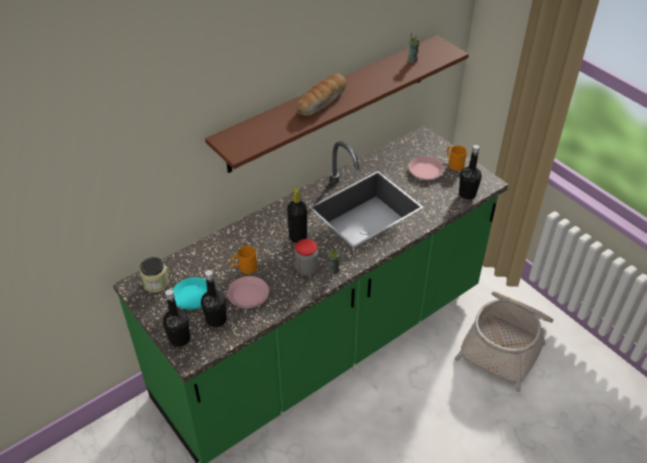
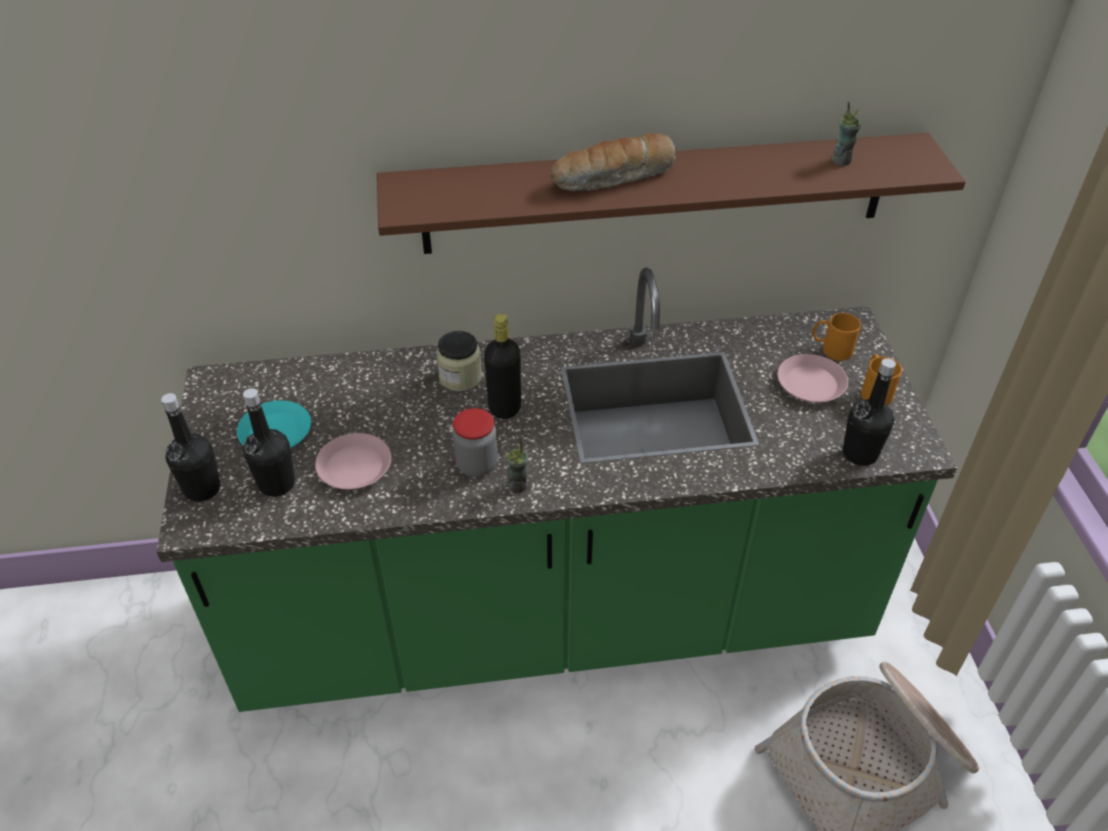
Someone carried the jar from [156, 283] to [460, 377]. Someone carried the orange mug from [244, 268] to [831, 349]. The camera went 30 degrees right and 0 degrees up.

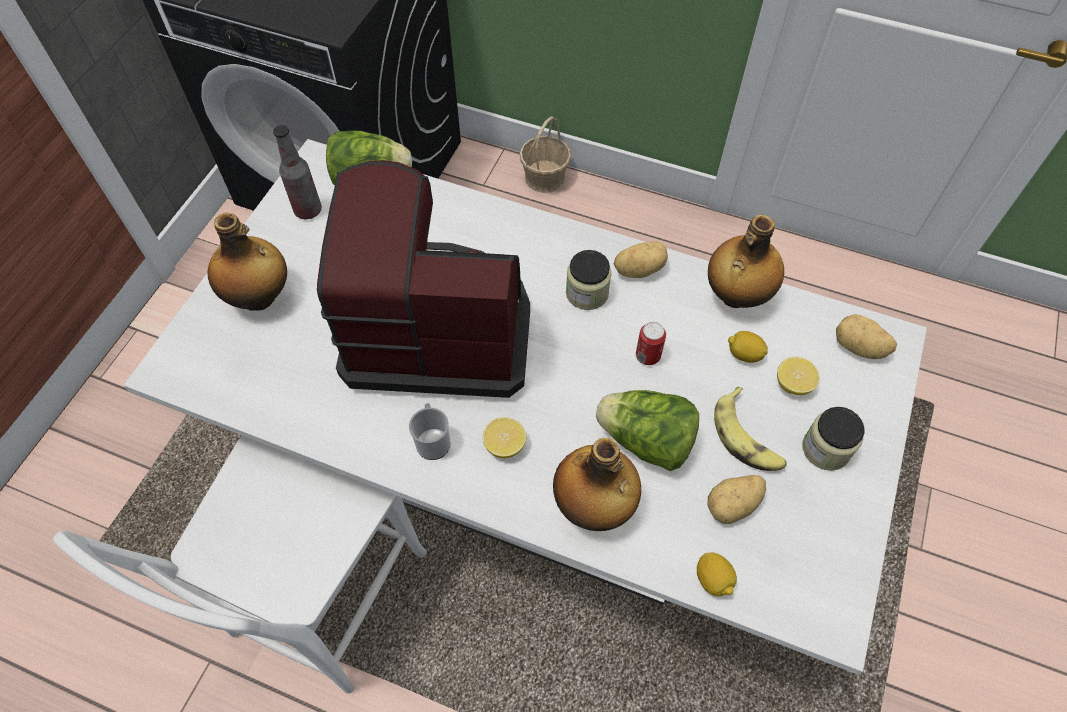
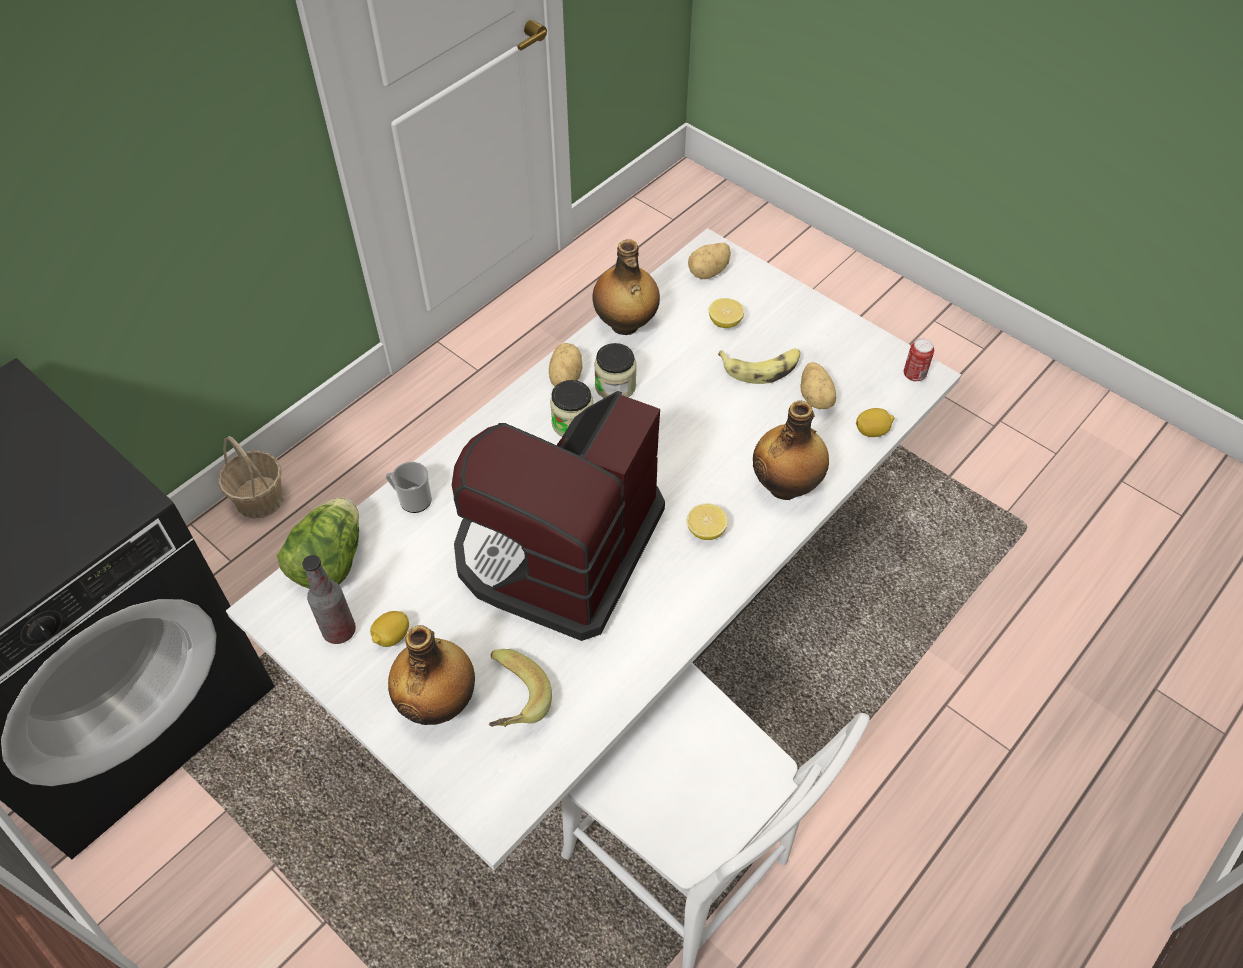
Someone took away the lettuce at [646, 441]. Someone put down the banana at [509, 702]. Someone carried the mug from [433, 440] to [412, 499]. Someone carried the can from [647, 356] to [914, 375]. Someone carried the lemon from [744, 354] to [392, 636]. Someone carried the jar from [825, 449] to [615, 386]. The camera went 70 degrees left and 5 degrees down.

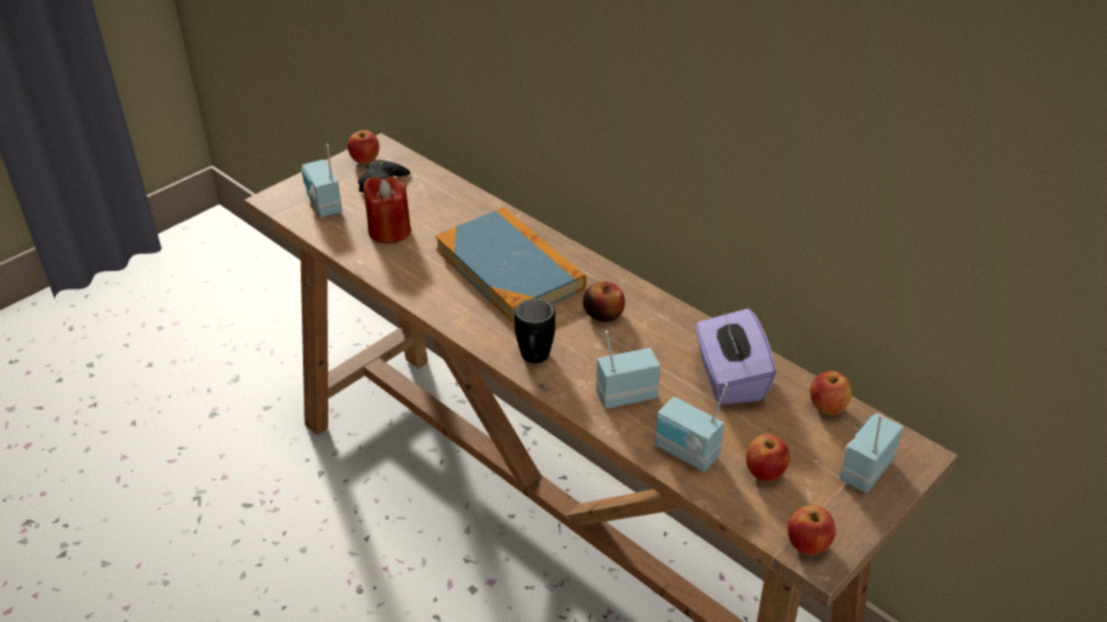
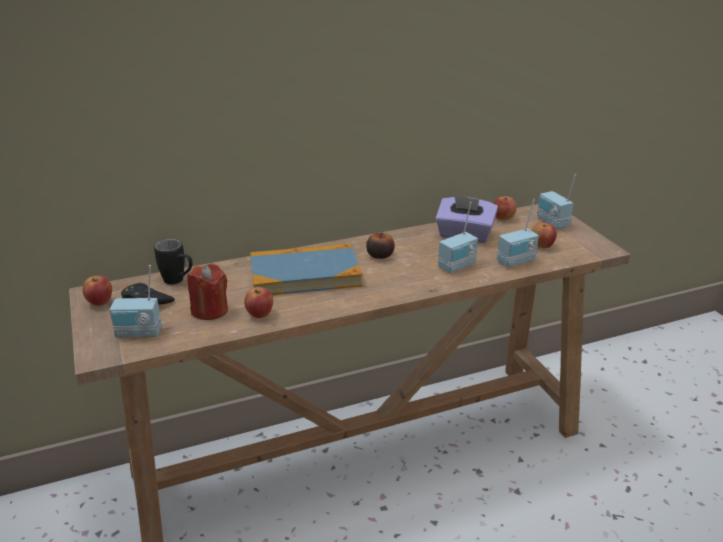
Someone carried the black mug from [534, 361] to [178, 281]. Someone carried the apple from [808, 545] to [260, 314]. Someone rotated the radio at [625, 394] by 135 degrees counterclockwise. The camera went 65 degrees left and 10 degrees down.

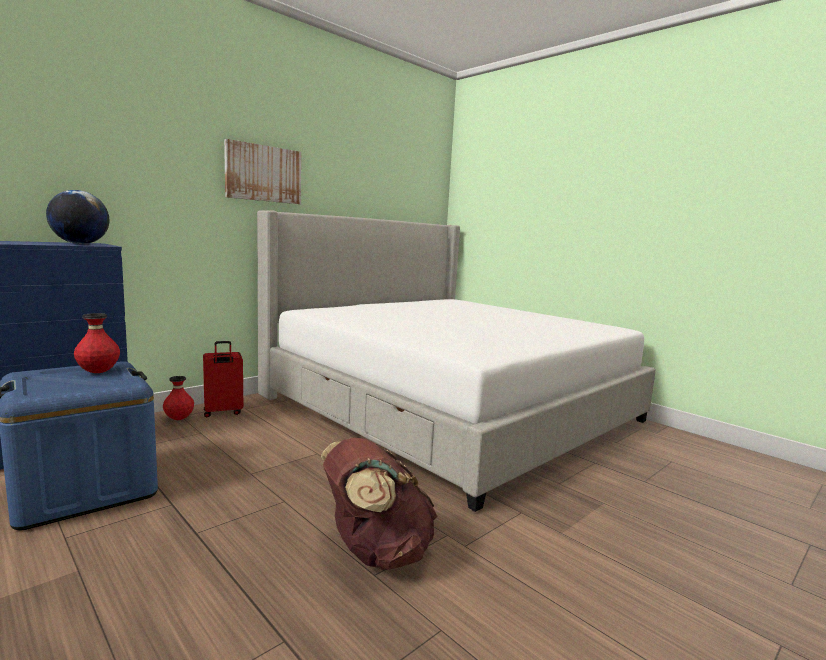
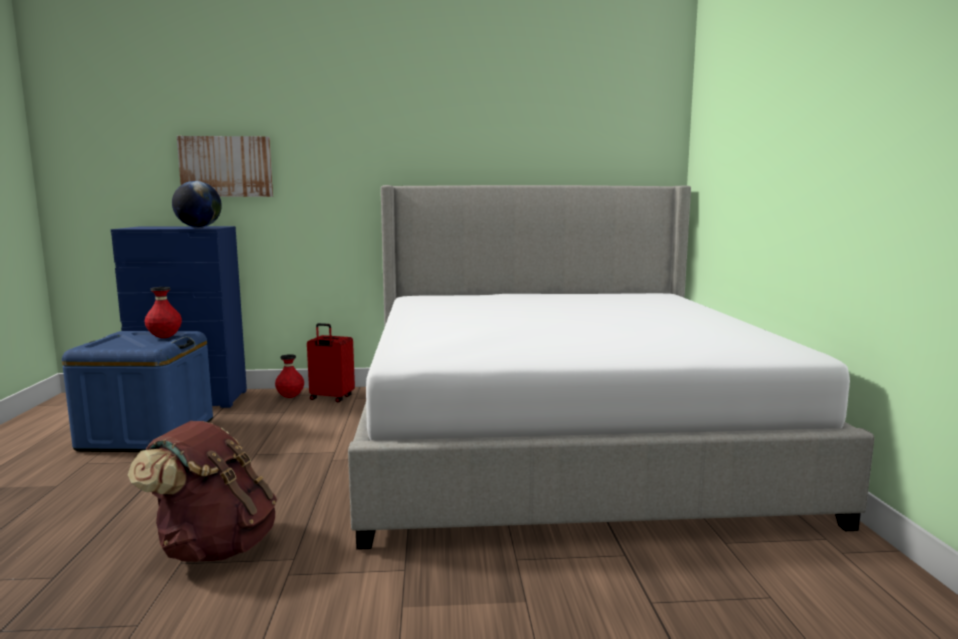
Someone carried the picture from [263, 173] to [226, 166]. The camera went 40 degrees right and 0 degrees up.

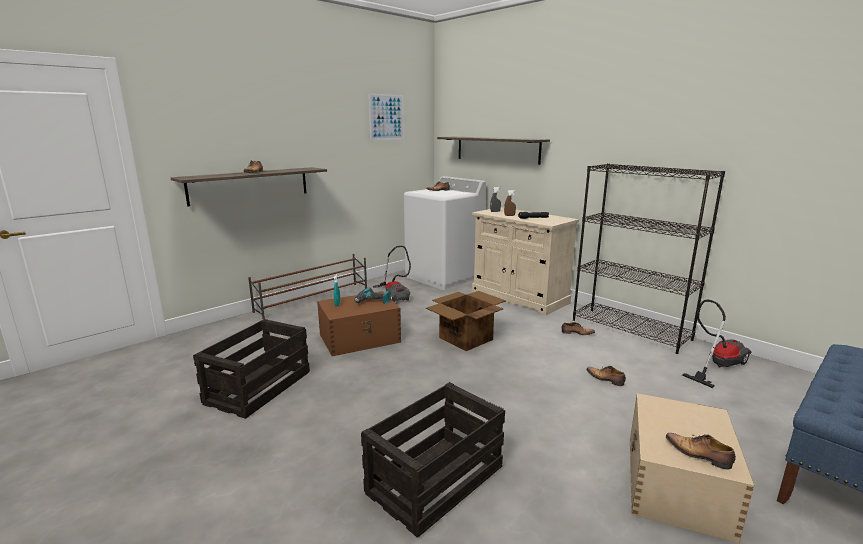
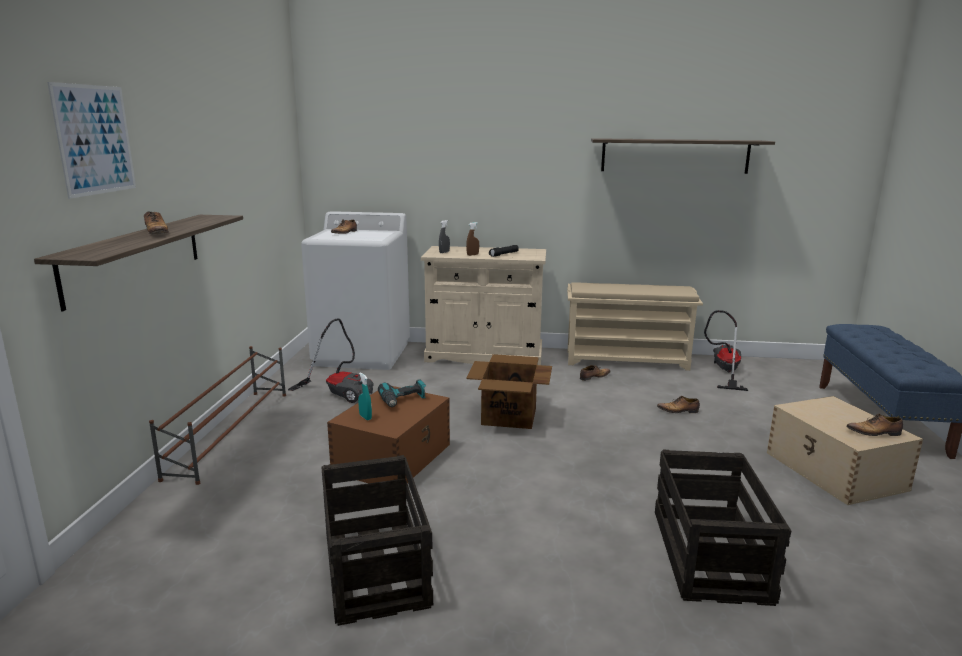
Someone carried the picture from [386, 117] to [95, 140]. Someone carried the shelf from [497, 149] to [674, 156]. Someone swapped the black bookcase at [631, 330] for the beige shoe rack at [627, 360]. The camera went 40 degrees left and 0 degrees up.

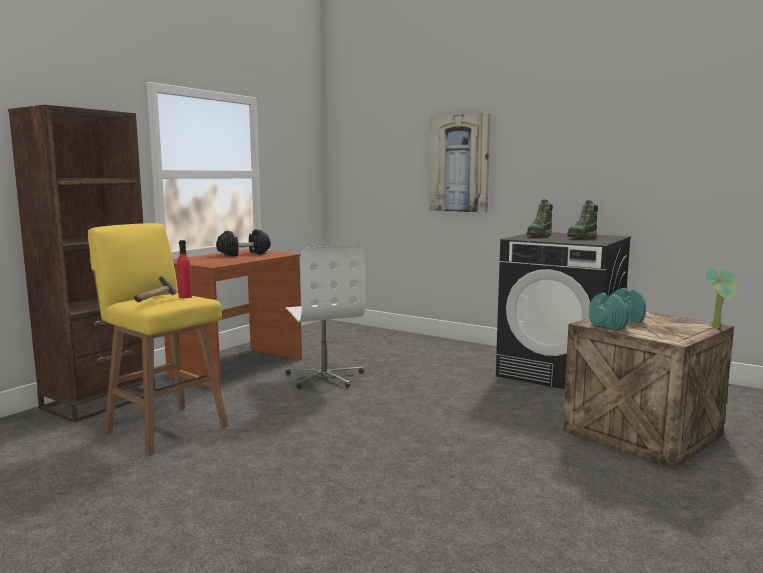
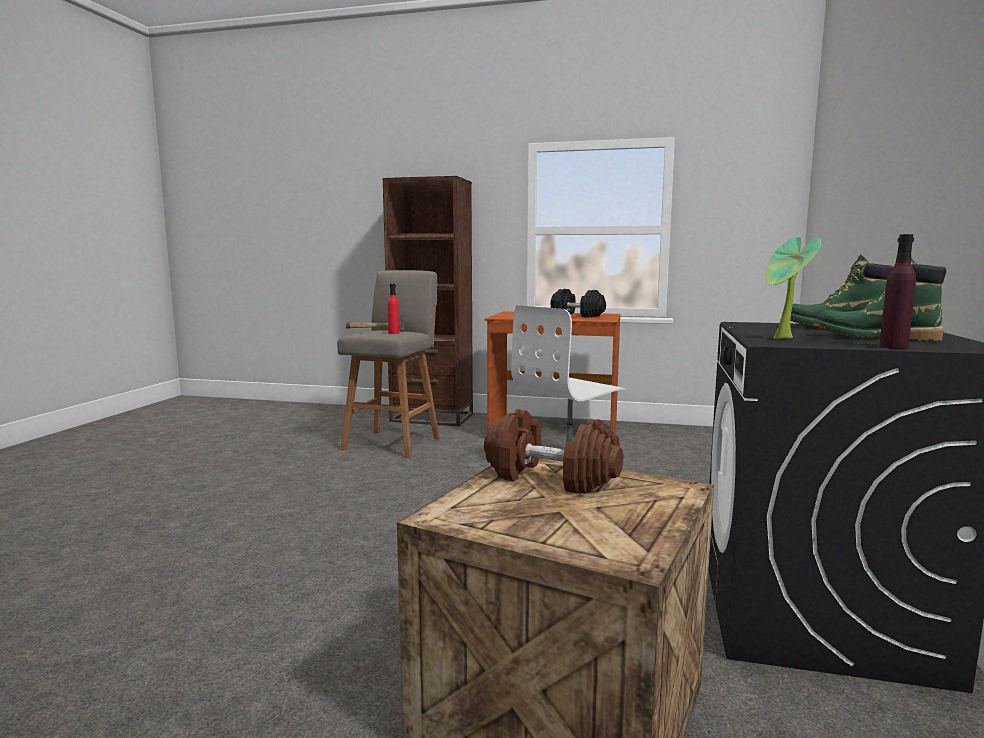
Someone took away the picture at [459, 163]. Someone put down the purple bottle at [893, 347]. Someone carried the potted plant from [718, 327] to [783, 339]. Someone repainted the yellow stool at [164, 428], which became the grey stool at [393, 443]. Someone repainted the turquoise dumbbell at [616, 323], which became the brown dumbbell at [550, 478]. The camera went 70 degrees right and 0 degrees up.

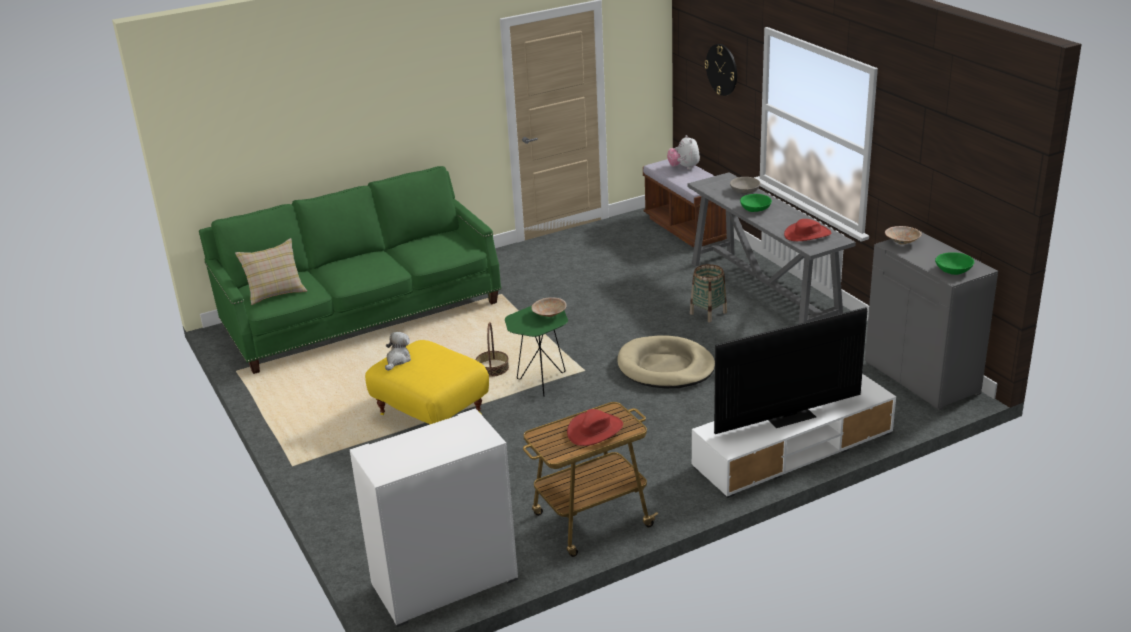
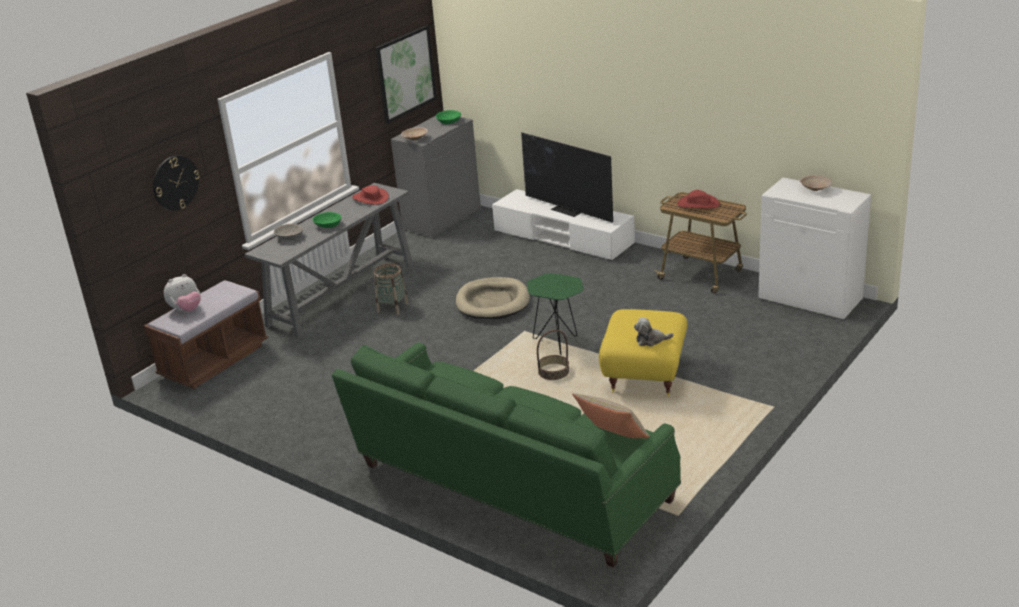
Someone put up the picture at [405, 73]. Someone carried the beige bowl from [549, 315] to [815, 189]. The camera went 115 degrees left and 0 degrees up.

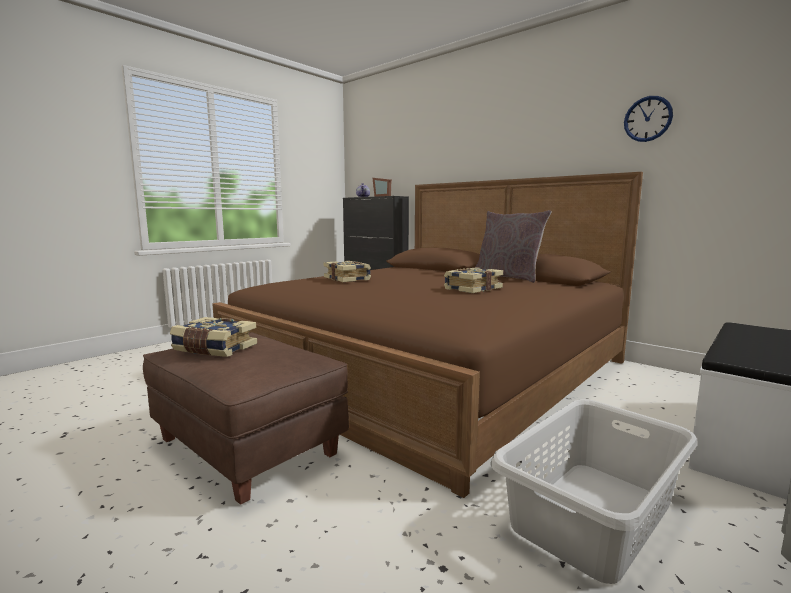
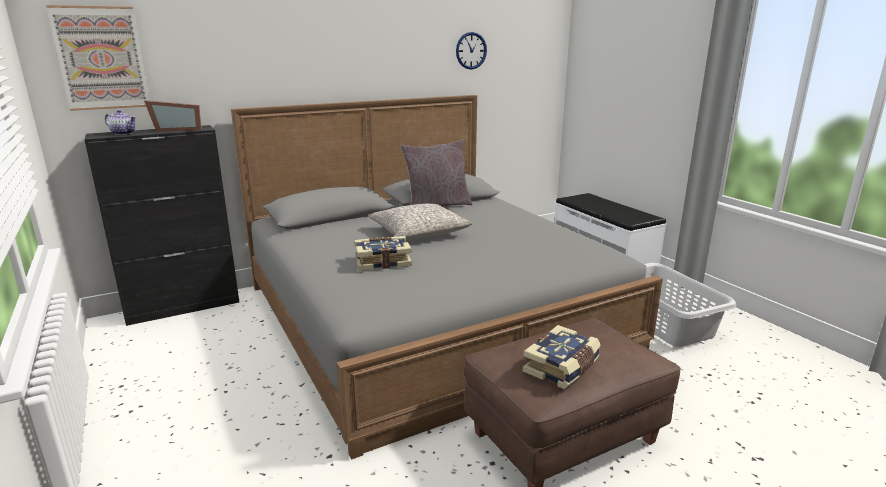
Someone took away the book at [472, 289]. Someone put up the picture at [101, 58]. Someone put down the grey pillow at [419, 232]. Someone repainted the brown bed at [431, 368], which became the grey bed at [429, 316]. The camera went 70 degrees left and 10 degrees up.

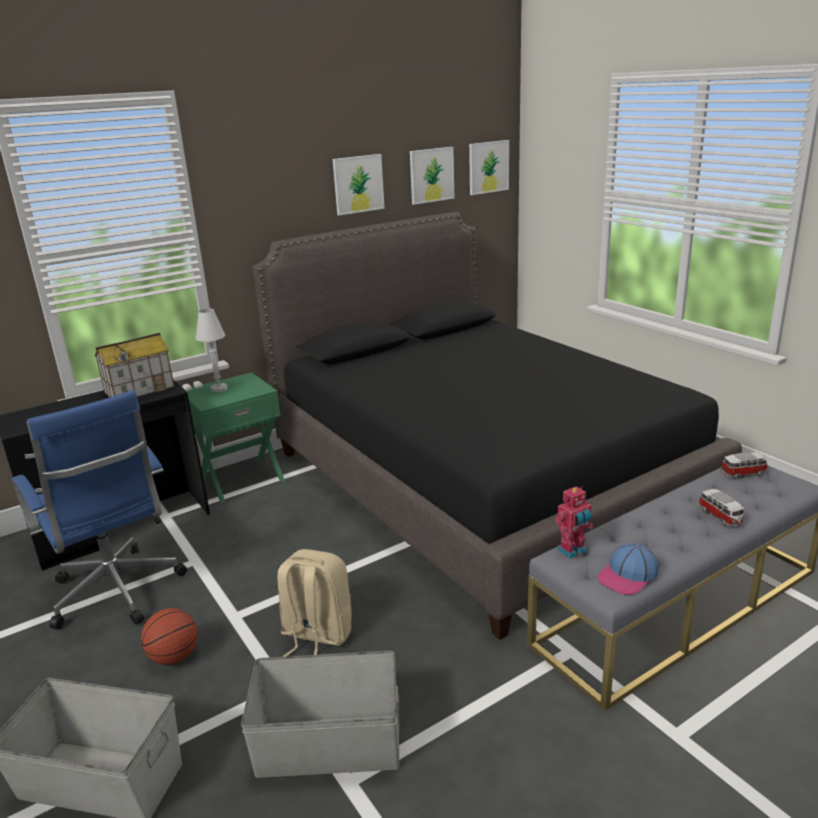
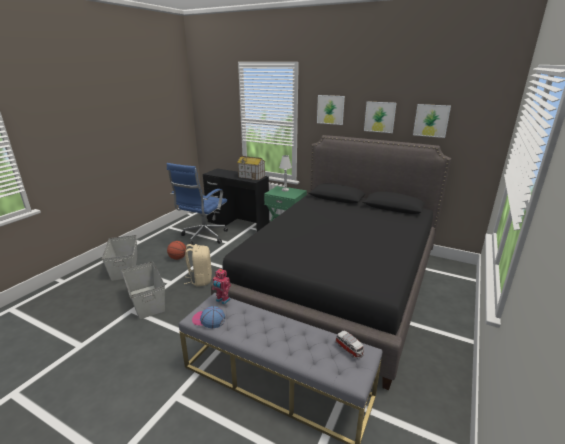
Someone took away the toy car at [721, 517]. Someone carried the picture from [488, 167] to [330, 109]. The camera went 60 degrees right and 0 degrees up.

